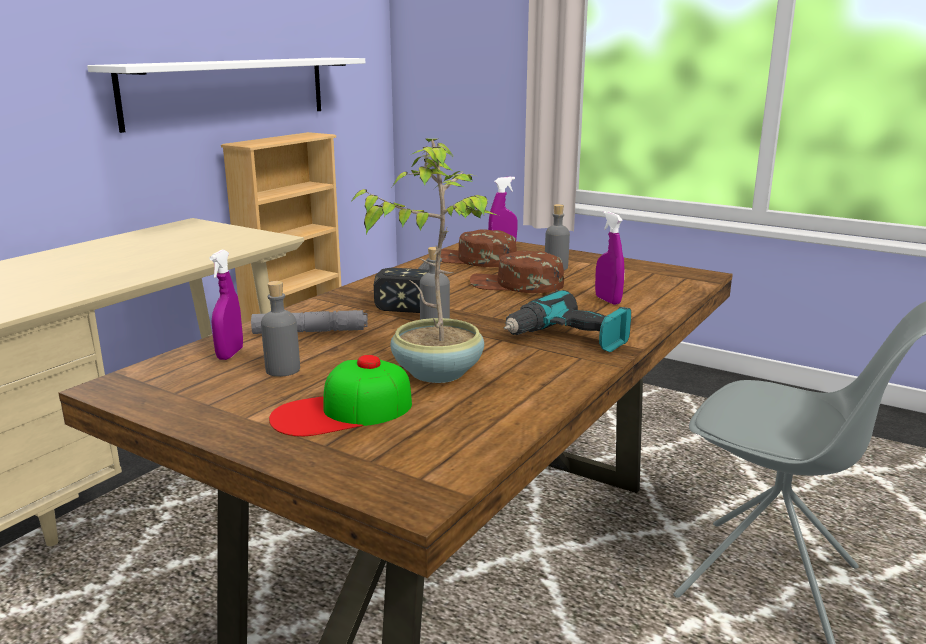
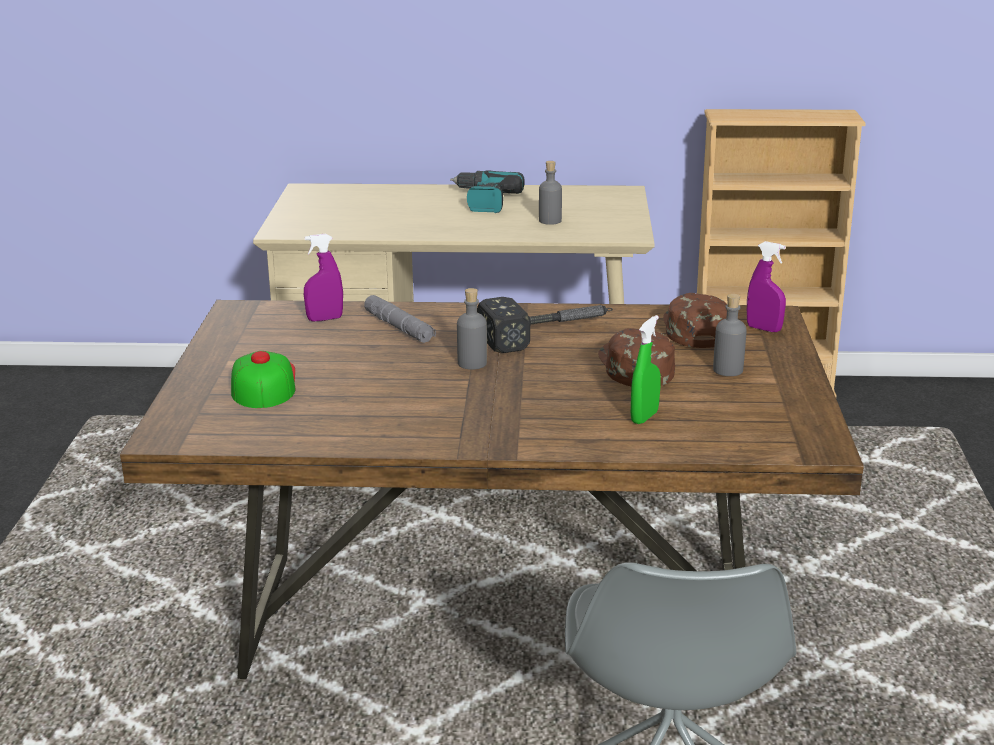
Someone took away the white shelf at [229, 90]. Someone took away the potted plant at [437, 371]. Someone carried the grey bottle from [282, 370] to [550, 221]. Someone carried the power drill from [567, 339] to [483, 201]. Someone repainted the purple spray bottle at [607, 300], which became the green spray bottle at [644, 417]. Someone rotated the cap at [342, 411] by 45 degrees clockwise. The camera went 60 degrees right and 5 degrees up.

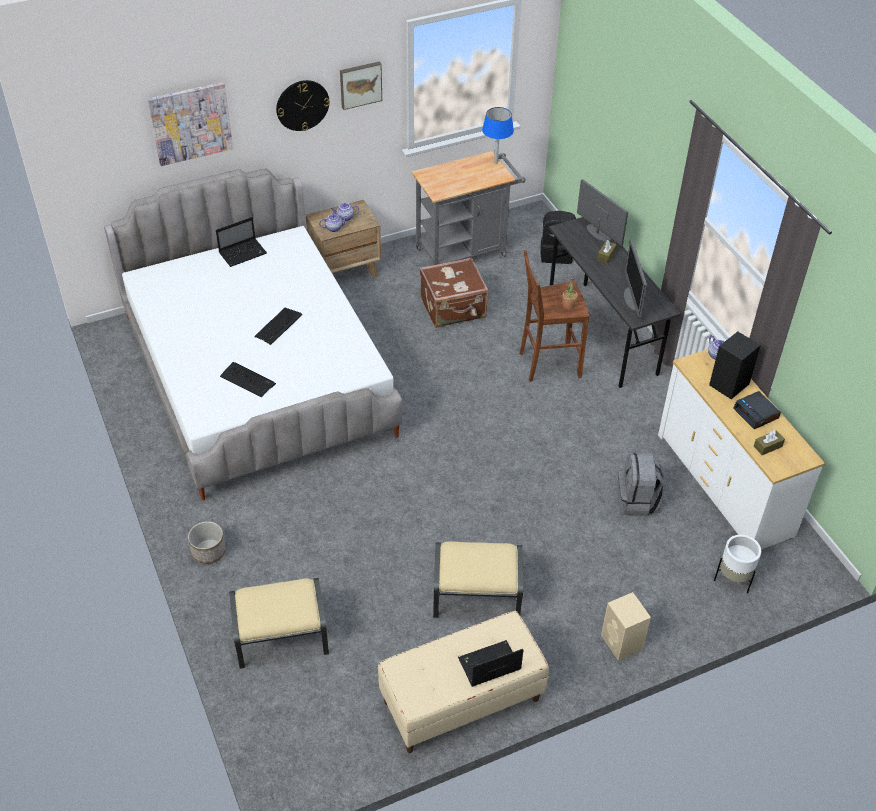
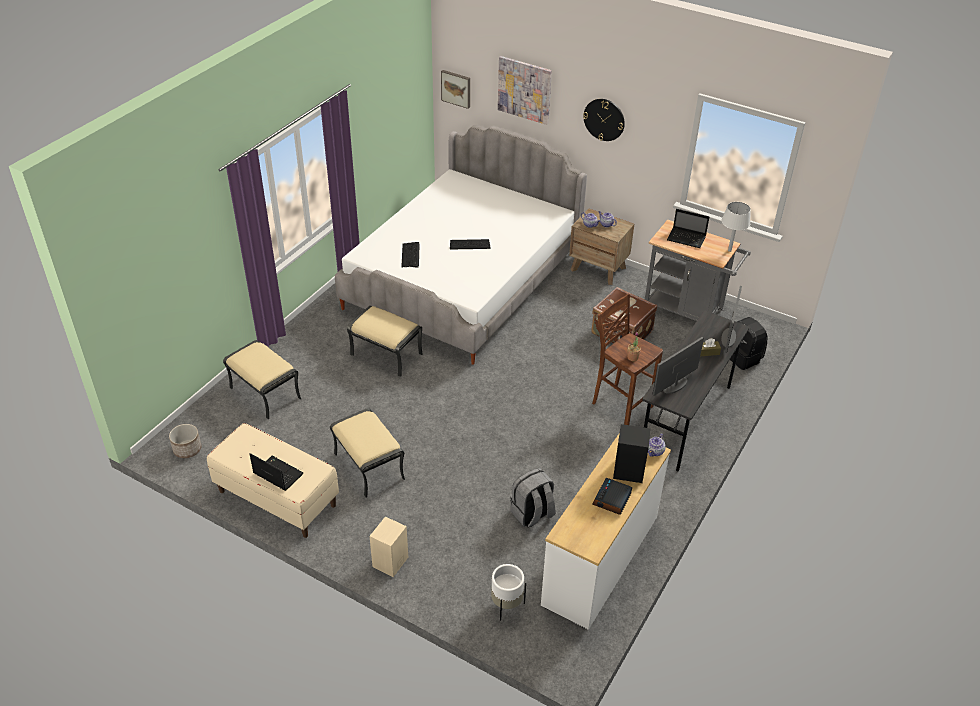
Someone took away the brown tissue box at [768, 446]. Someone put down the beige ottoman at [387, 354]. Someone carried the planter from [209, 552] to [187, 449]. Someone carried the laptop from [243, 253] to [687, 239]. Someone carried the picture from [360, 84] to [456, 88]. Someone repainted the blue table lamp at [496, 162], which became the white table lamp at [729, 250]. The camera went 55 degrees right and 5 degrees down.

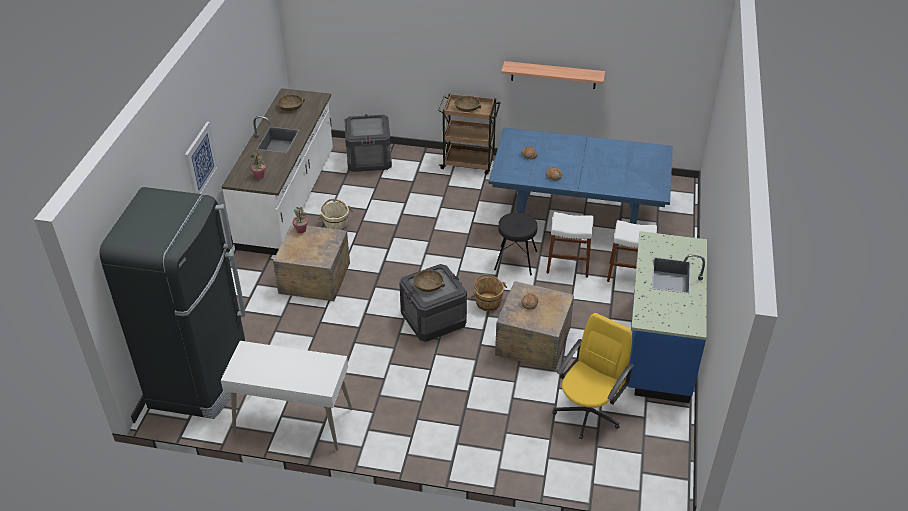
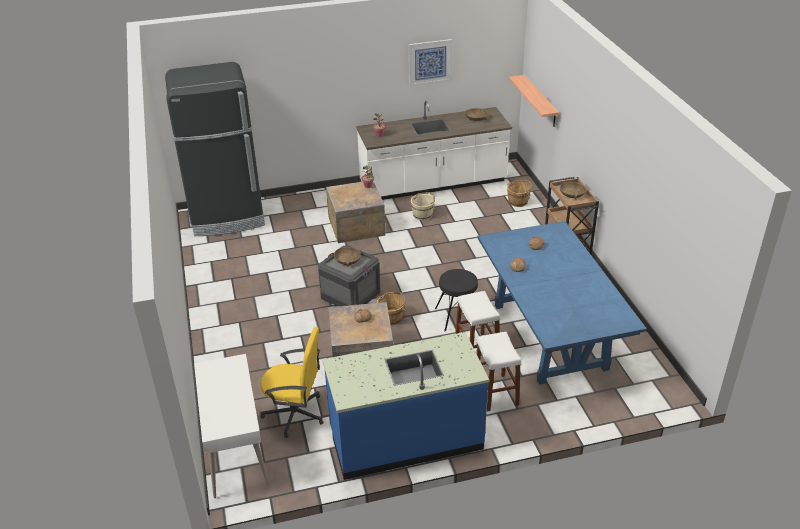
Someone carried the picture from [201, 161] to [430, 62]. Someone carried the white desk from [293, 422] to [235, 451]. Someone carried the shelf from [553, 75] to [540, 101]. Someone swapped the crate at [369, 159] for the brown bucket at [518, 201]. The camera went 65 degrees right and 5 degrees down.

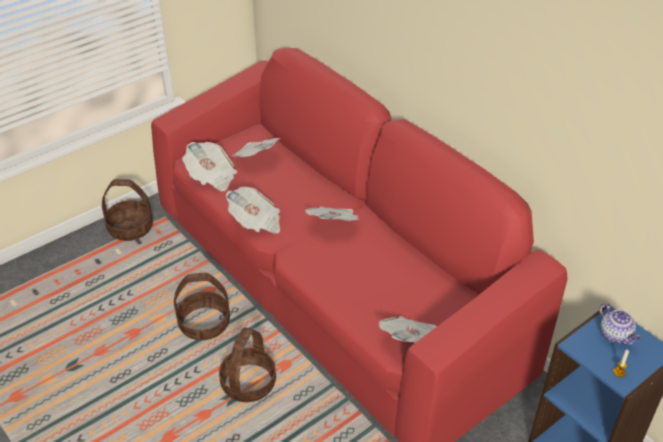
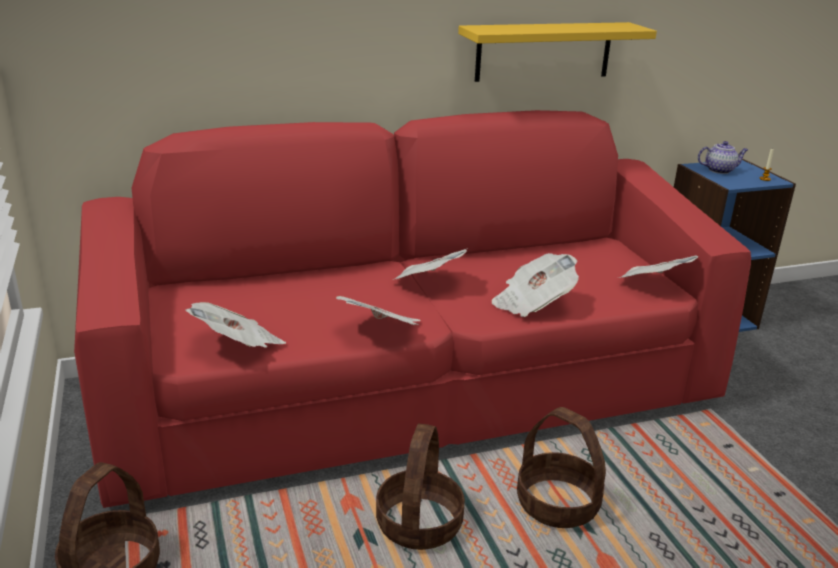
Someone put up the yellow shelf at [544, 51]. Someone carried the newspaper from [256, 158] to [532, 303]. The camera went 70 degrees left and 15 degrees down.

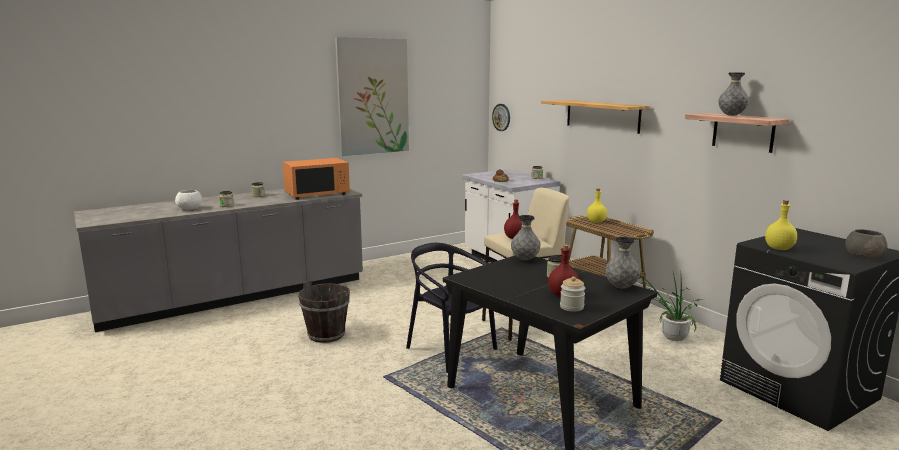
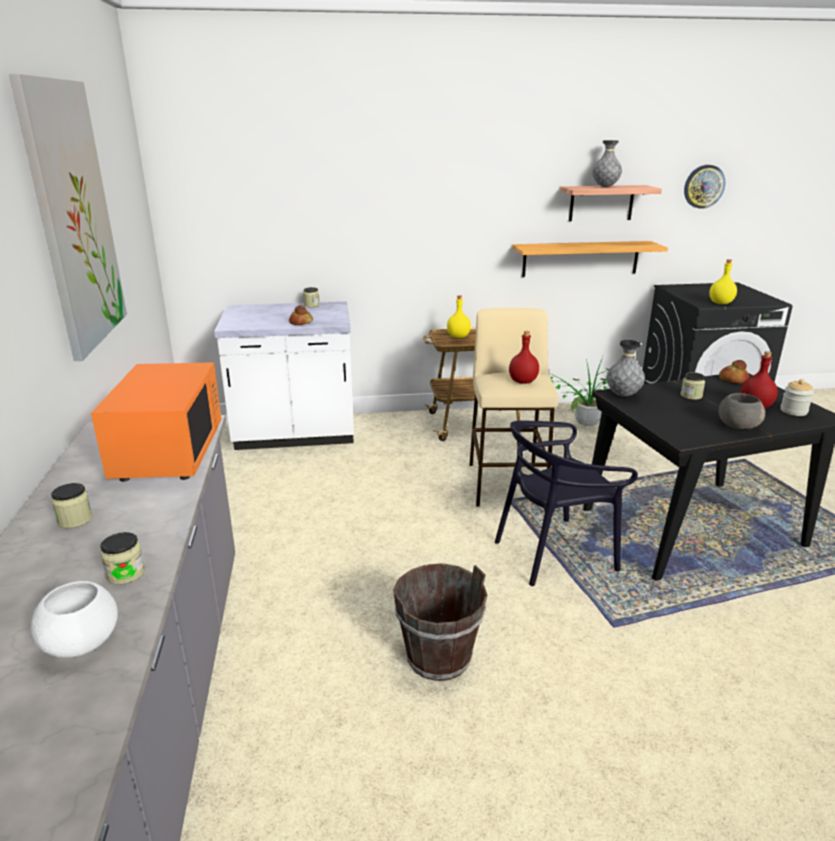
Someone carried the wall clock from [501, 117] to [703, 186]. Someone carried the shelf from [602, 115] to [580, 258]. Someone carried the grey bowl from [863, 256] to [737, 426]. Someone swapped the grey vase at [621, 287] for the bread at [732, 380]. The camera went 65 degrees left and 10 degrees up.

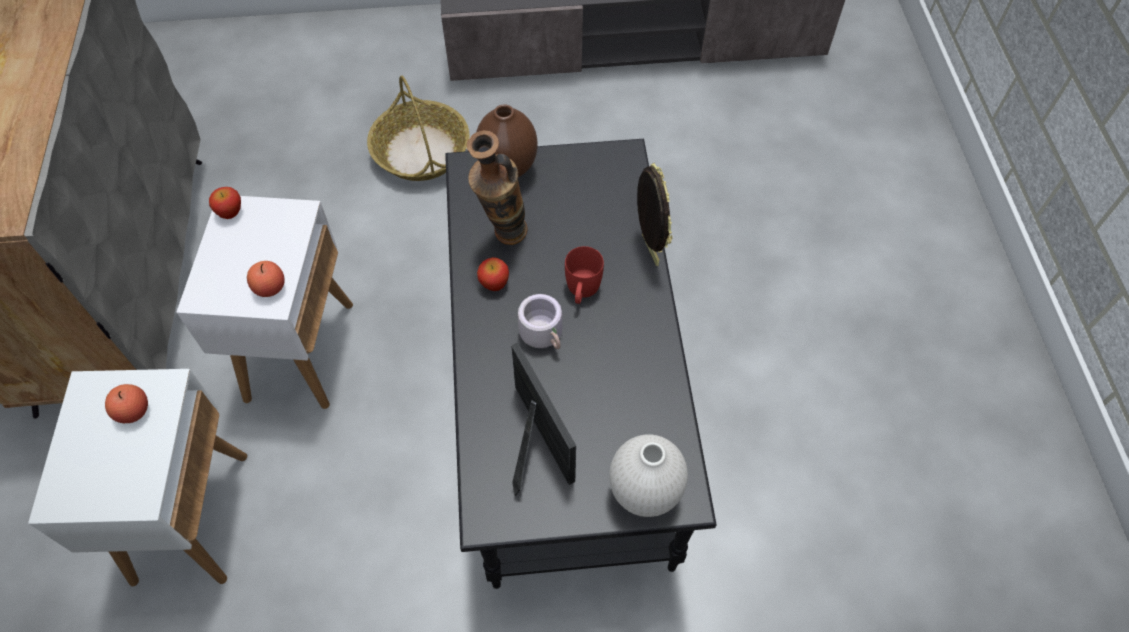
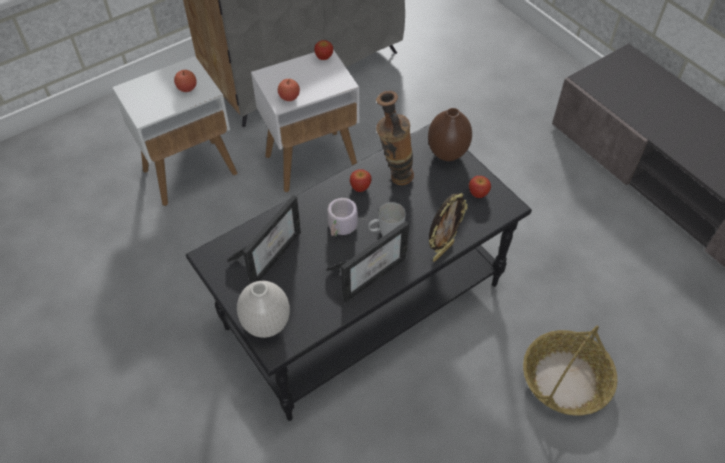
Someone put down the picture frame at [370, 272]. Someone put down the apple at [478, 193]. Someone carried the basket from [421, 152] to [565, 380]. Someone repainted the red mug at [582, 291], which became the white mug at [385, 231]. The camera went 60 degrees right and 5 degrees down.

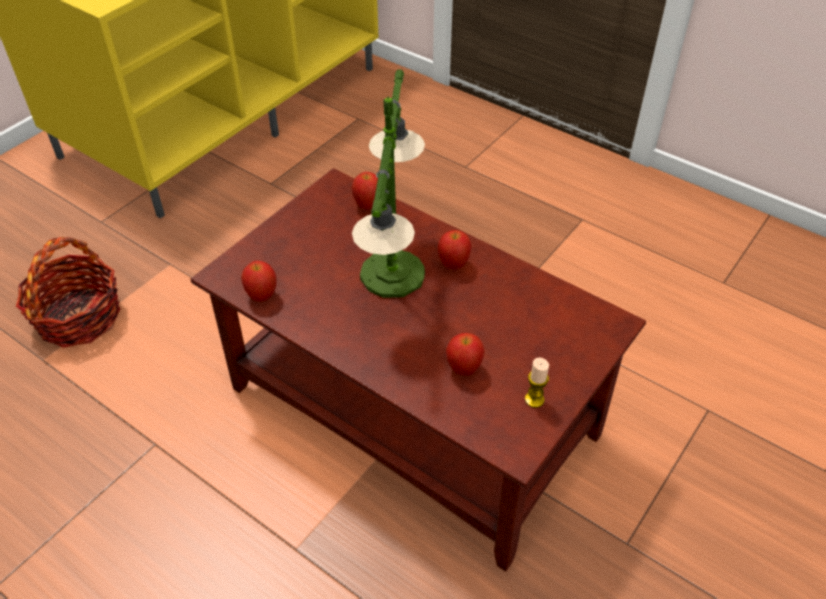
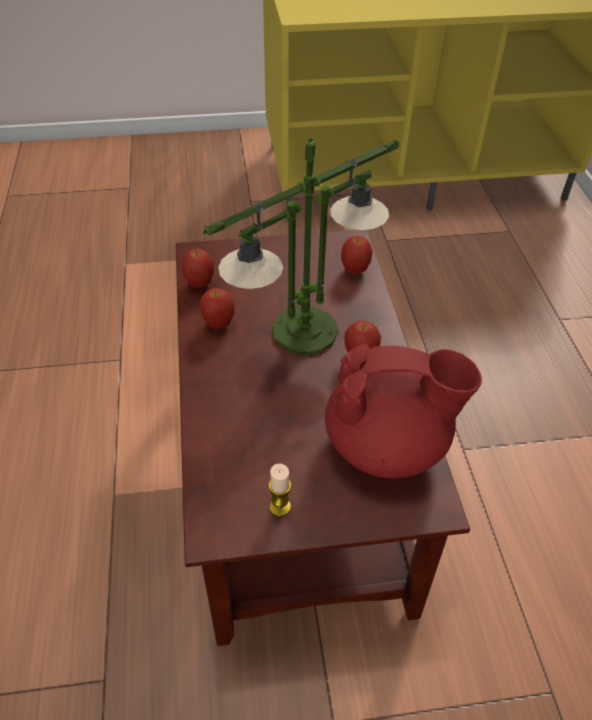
Someone took away the basket at [79, 317]. Someone put down the red teapot at [388, 444]. Someone carried the apple from [463, 369] to [218, 324]. The camera went 45 degrees right and 0 degrees up.

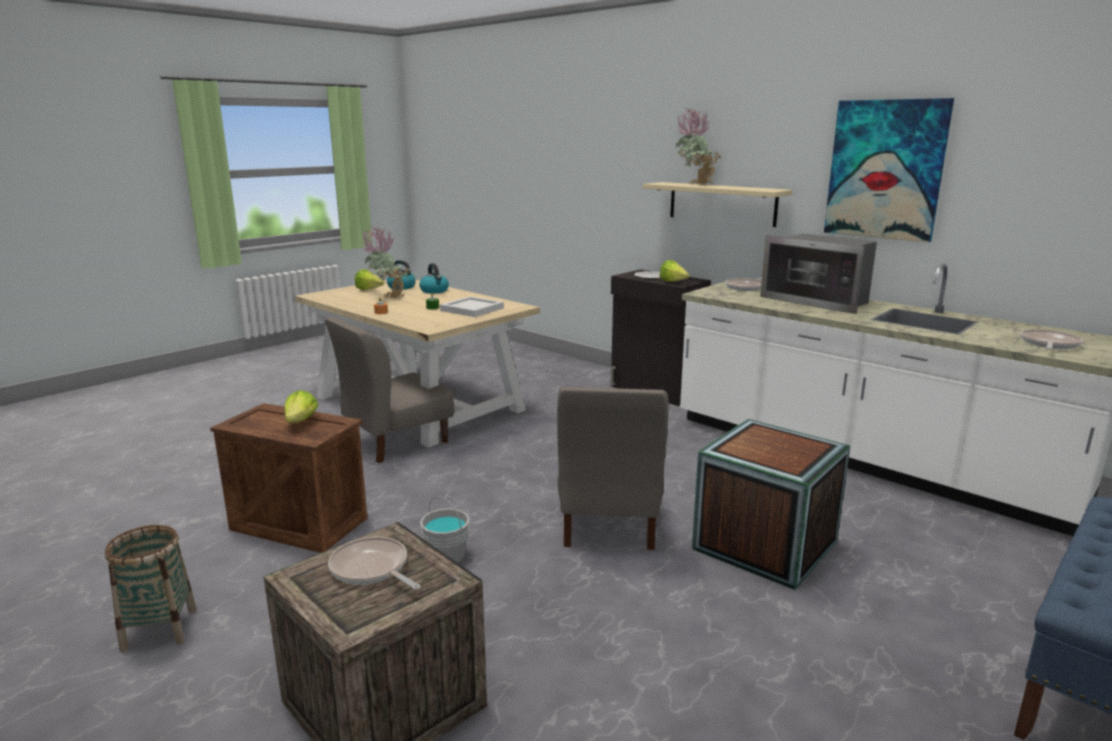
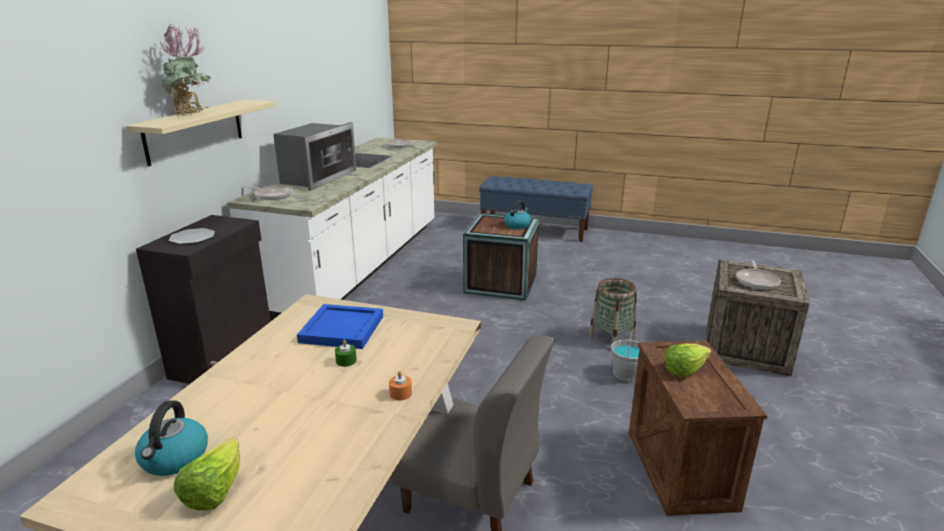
Someone took away the potted plant at [387, 298]. Someone took away the grey chair at [609, 522]. Someone took away the lettuce at [673, 282]. Someone took away the picture at [885, 170]. Someone carried the basket from [160, 629] to [611, 338]. Someone carried the kettle from [434, 291] to [517, 225]. Someone repainted the white tray at [472, 309], which became the blue tray at [343, 329]. The camera went 115 degrees left and 5 degrees up.

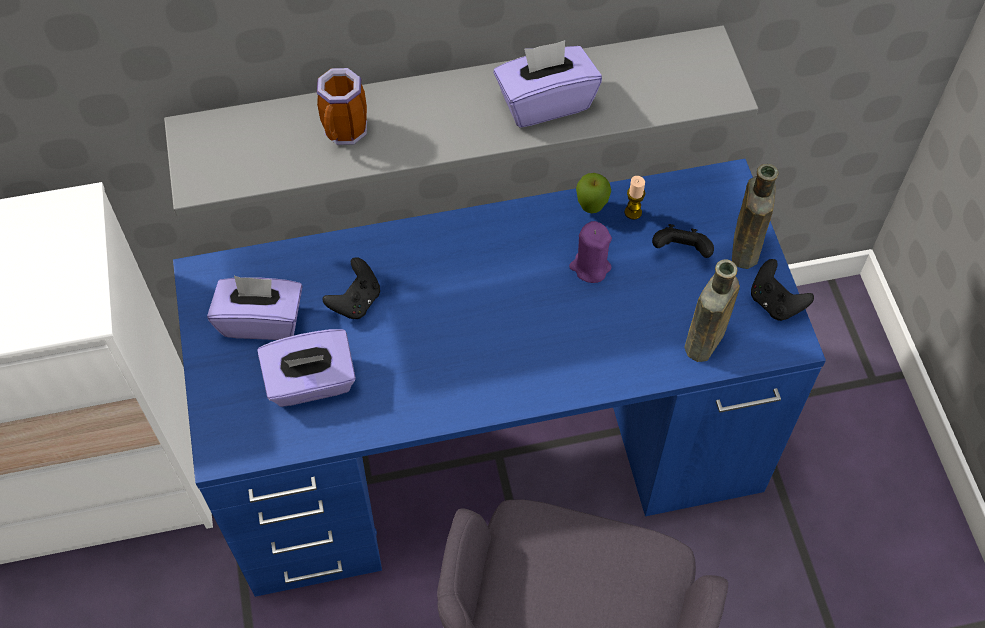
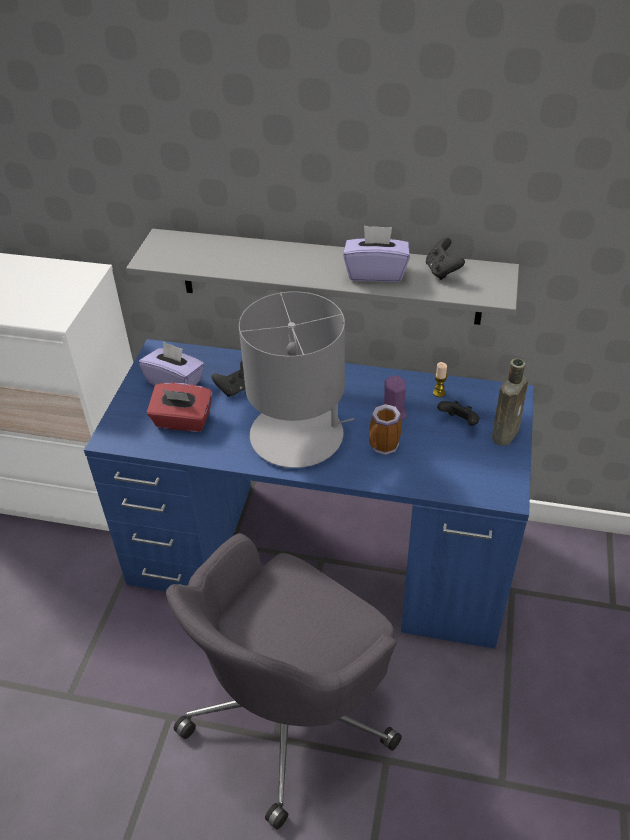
Someone took away the apple at [591, 208]. Someone took away the brown bottle at [702, 345]. Someone put down the grey table lamp at [298, 435]. Someone carried the mug from [346, 133] to [383, 447]. Someone carried the black game controller from [775, 303] to [442, 271]. Someone repainted the purple tissue box at [311, 383], which became the red tissue box at [182, 421]. The camera went 25 degrees right and 15 degrees down.

